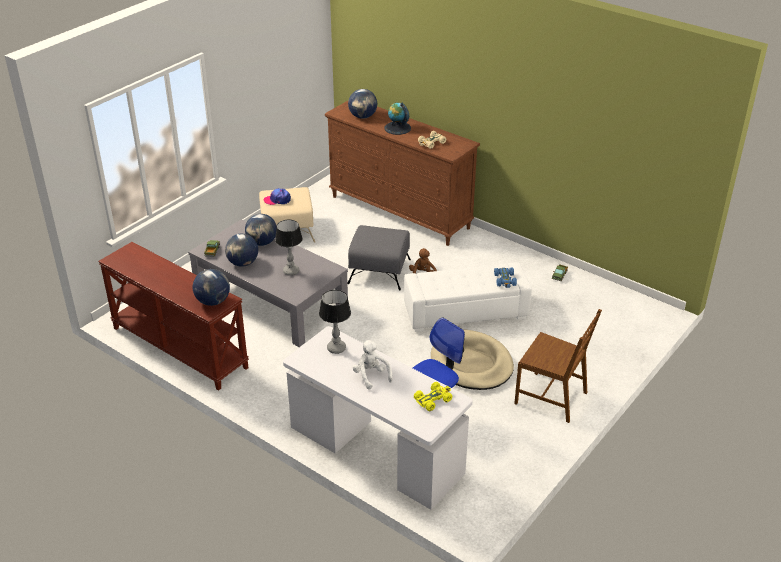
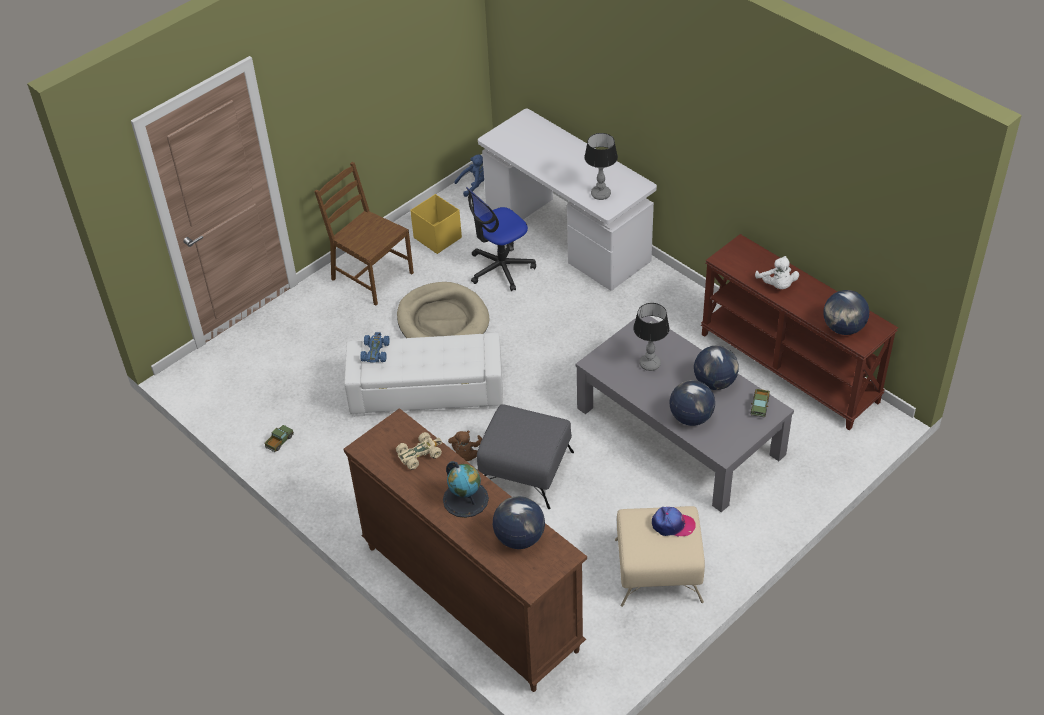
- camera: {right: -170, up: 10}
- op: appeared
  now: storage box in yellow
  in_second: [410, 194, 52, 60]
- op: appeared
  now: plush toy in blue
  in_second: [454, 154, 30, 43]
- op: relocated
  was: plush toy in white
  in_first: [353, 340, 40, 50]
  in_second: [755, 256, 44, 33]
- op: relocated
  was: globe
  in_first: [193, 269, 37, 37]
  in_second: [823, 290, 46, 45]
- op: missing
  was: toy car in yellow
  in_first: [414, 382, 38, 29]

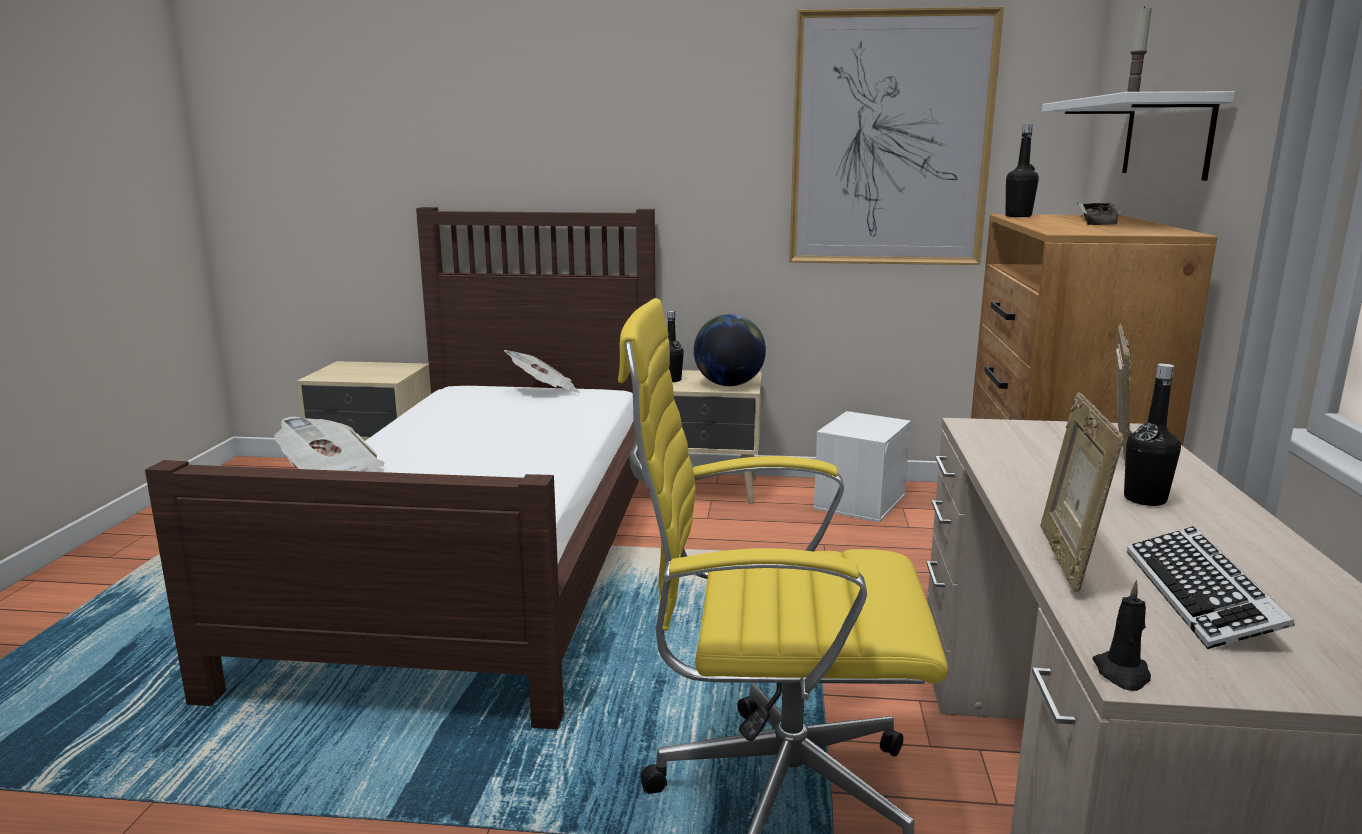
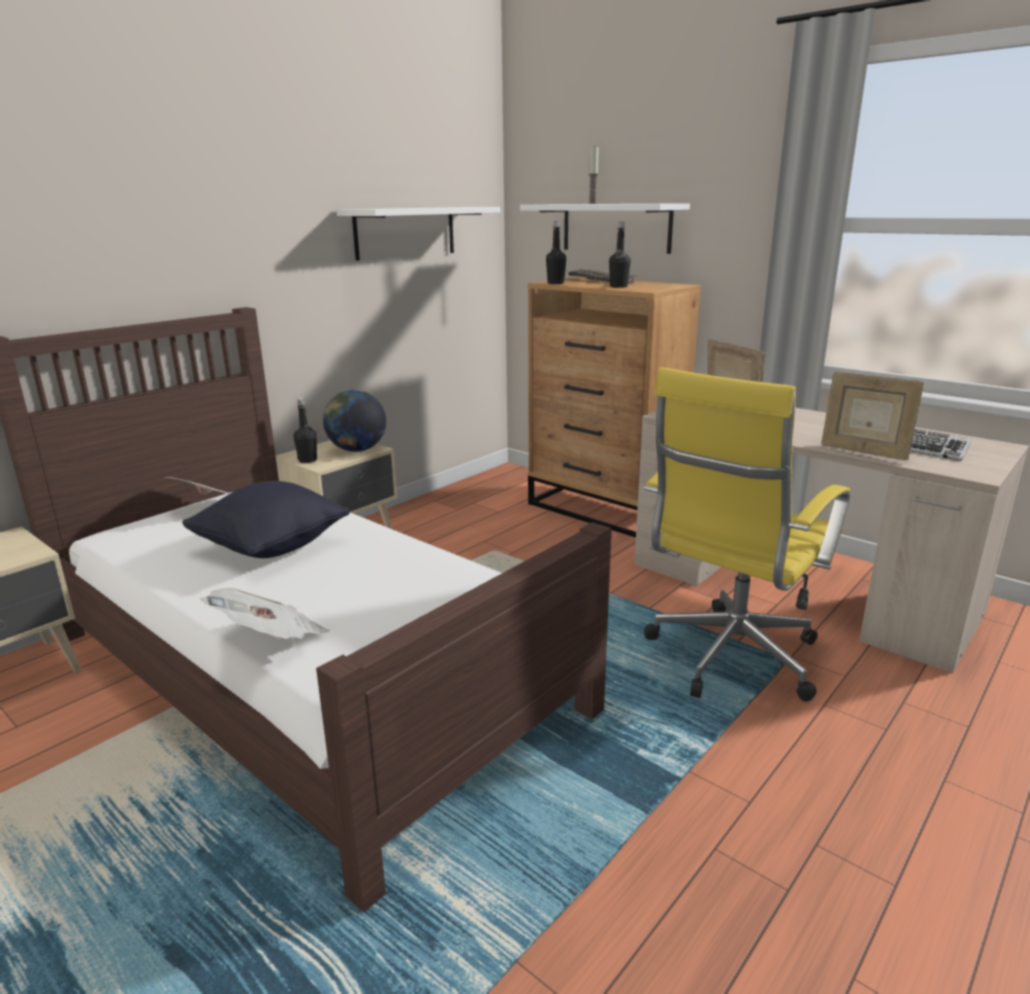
- camera: {right: -55, up: 5}
- op: appeared
  now: pillow in black
  in_second: [182, 481, 168, 77]
- op: exchanged
  was: picture
  now: shelf in white
  in_first: [789, 7, 215, 258]
  in_second: [336, 207, 164, 54]
- op: relocated
  was: bottle in black
  in_first: [1124, 364, 57, 142]
  in_second: [609, 222, 22, 66]
- op: missing
  was: storage box in white
  in_first: [813, 411, 98, 112]
- op: missing
  was: candle in black
  in_first: [1092, 580, 59, 111]

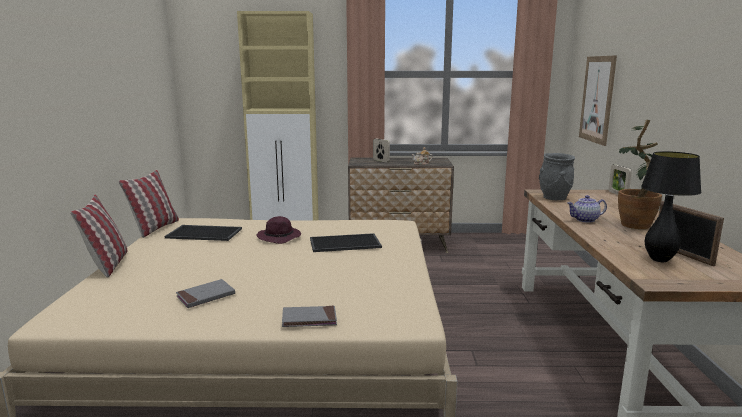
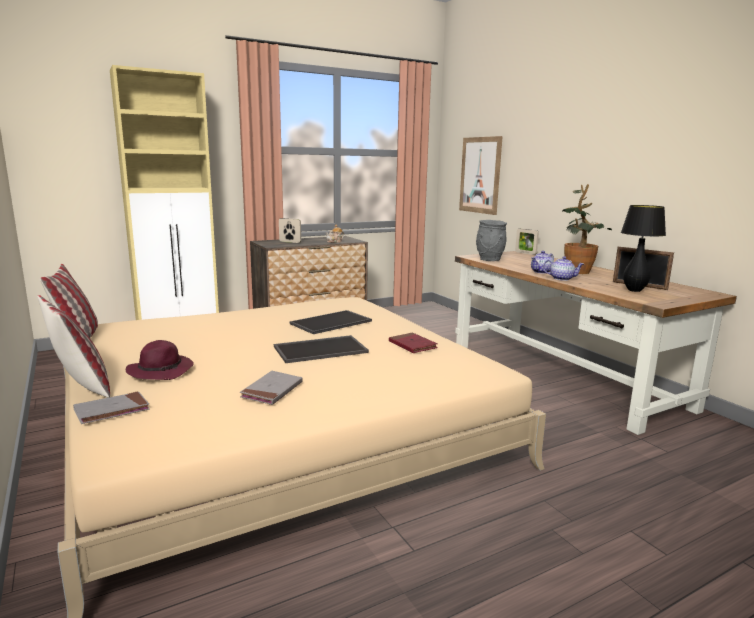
- camera: {right: -30, up: 0}
- op: relocated
  was: book in grey
  in_first: [282, 305, 55, 22]
  in_second: [73, 391, 77, 33]
- op: relocated
  was: hat in purple
  in_first: [257, 216, 44, 28]
  in_second: [126, 340, 68, 40]
- op: relocated
  was: tray
  in_first: [165, 225, 77, 16]
  in_second: [274, 335, 95, 28]
- op: appeared
  now: book in red
  in_second: [389, 333, 49, 20]
- op: appeared
  now: teapot
  in_second: [543, 256, 41, 25]

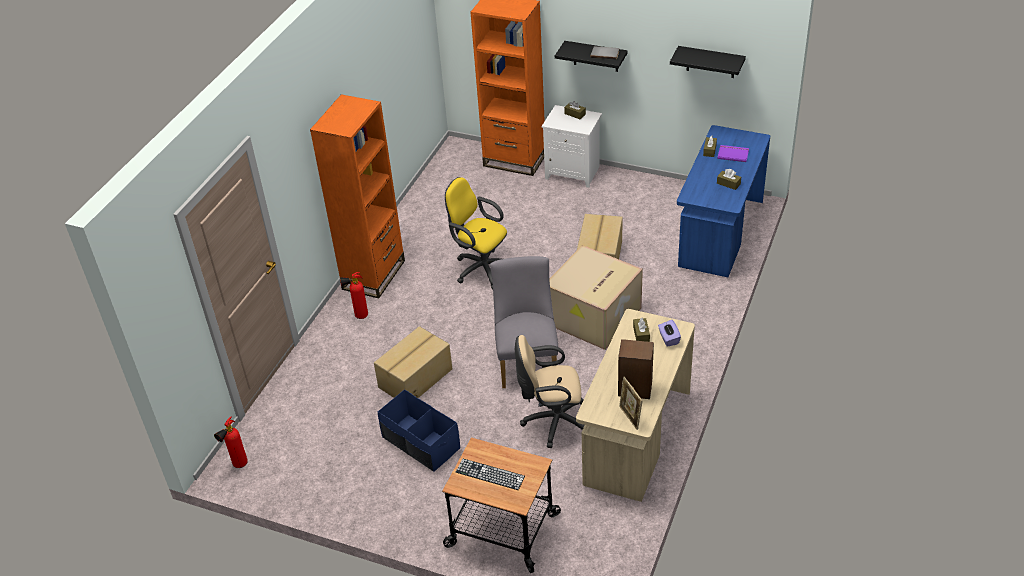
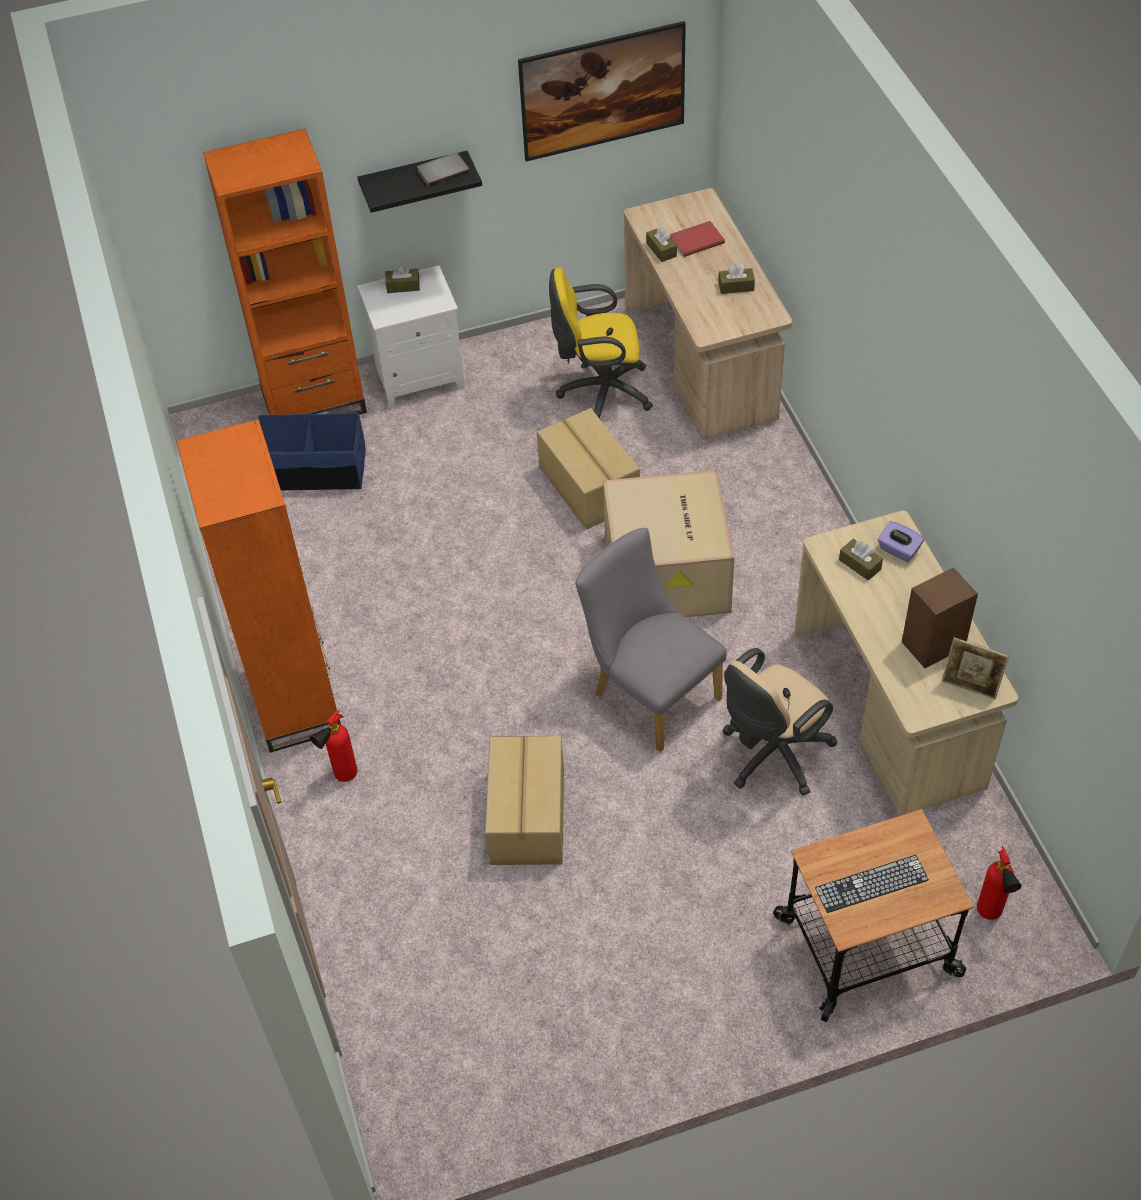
- camera: {right: -40, up: 10}
- op: relocated
  was: storage box in blue
  in_first: [378, 389, 82, 83]
  in_second: [258, 413, 108, 77]
- op: exchanged
  was: shelf in black
  now: picture
  in_first: [670, 46, 76, 32]
  in_second: [518, 21, 168, 141]
- op: relocated
  was: office chair in yellow
  in_first: [445, 177, 62, 113]
  in_second: [549, 268, 104, 152]
- op: colour
  was: desk in blue
  now: desk in beige
  in_first: [677, 125, 93, 152]
  in_second: [624, 188, 168, 252]
- op: colour
  was: book in purple
  now: book in red
  in_first: [717, 145, 32, 17]
  in_second: [670, 221, 55, 36]
- op: relocated
  was: fire extinguisher
  in_first: [214, 416, 34, 52]
  in_second: [977, 846, 45, 74]

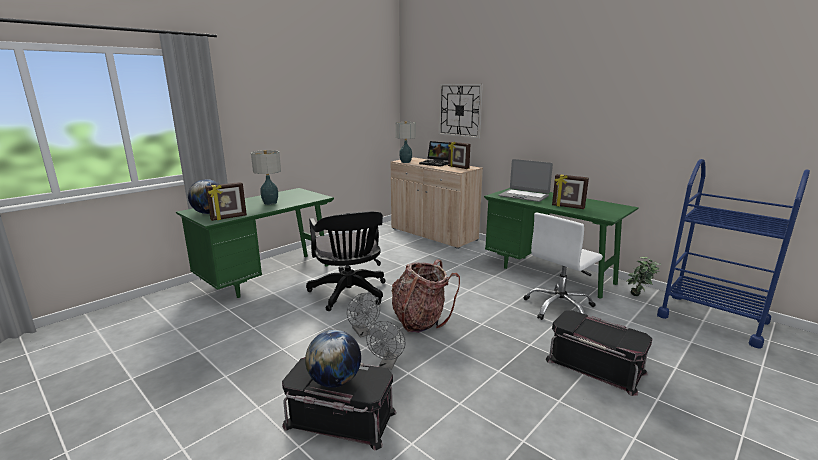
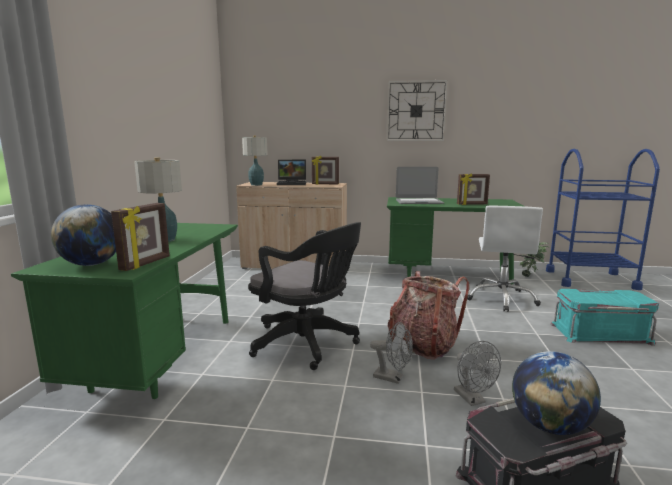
- camera: {right: -35, up: -5}
- op: relocated
  was: wall clock
  in_first: [439, 84, 44, 55]
  in_second: [386, 80, 62, 61]
- op: colour
  was: storage box in black
  now: storage box in turquoise
  in_first: [546, 310, 106, 86]
  in_second: [550, 289, 109, 57]

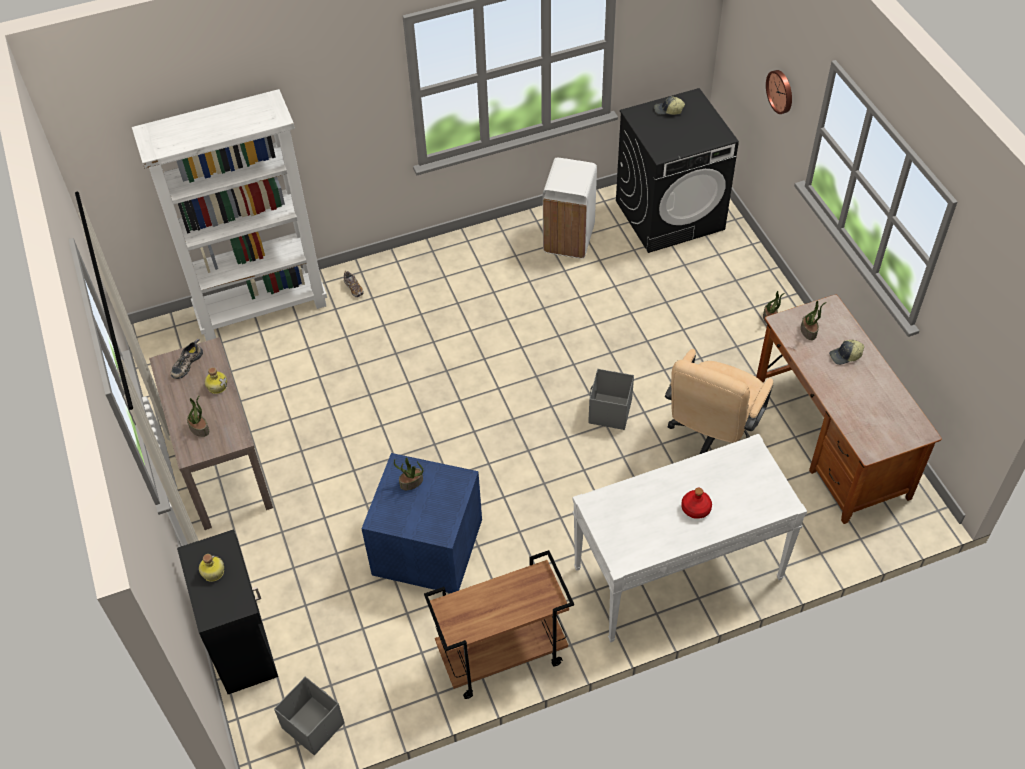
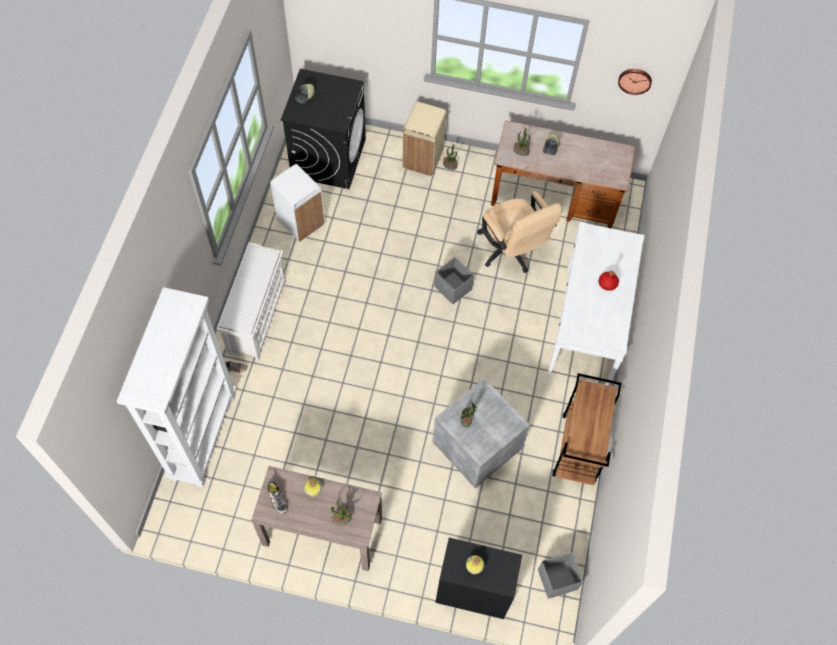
- camera: {right: -60, up: 10}
- op: appeared
  now: shoe rack in white
  in_second: [217, 242, 69, 119]
- op: appeared
  now: trash can in beige
  in_second: [402, 102, 44, 74]
- op: colour
  was: storage box in blue
  now: storage box in grey
  in_first: [361, 453, 121, 140]
  in_second: [432, 378, 98, 110]
- op: relocated
  was: wall clock
  in_first: [766, 70, 26, 44]
  in_second: [618, 69, 34, 26]

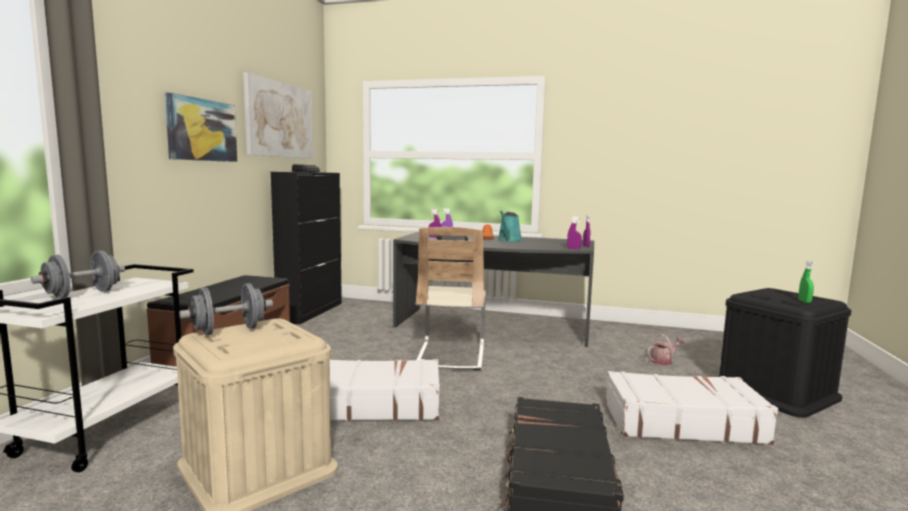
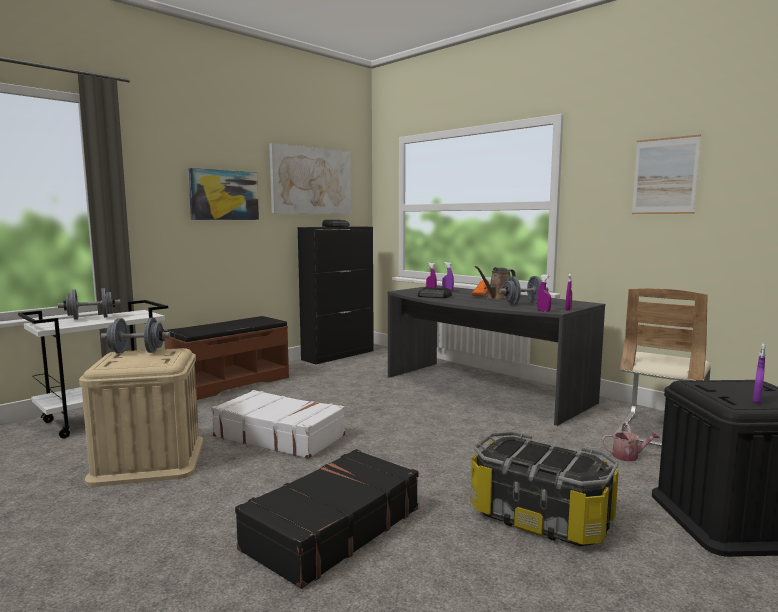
- camera: {right: 30, up: 0}
- op: exchanged
  was: suitcase in white
  now: storage box
  in_first: [606, 371, 172, 74]
  in_second: [471, 431, 148, 115]
- op: colour
  was: watering can in turquoise
  now: watering can in brown
  in_first: [498, 211, 24, 31]
  in_second: [475, 266, 41, 34]
- op: appeared
  now: dumbbell in grey
  in_second: [499, 276, 49, 29]
- op: relocated
  was: chair in beige
  in_first: [416, 227, 70, 144]
  in_second: [616, 288, 95, 159]
- op: appeared
  now: picture
  in_second: [632, 134, 69, 80]
- op: colour
  was: spray bottle in green
  now: spray bottle in purple
  in_first: [798, 260, 17, 43]
  in_second: [753, 344, 13, 59]

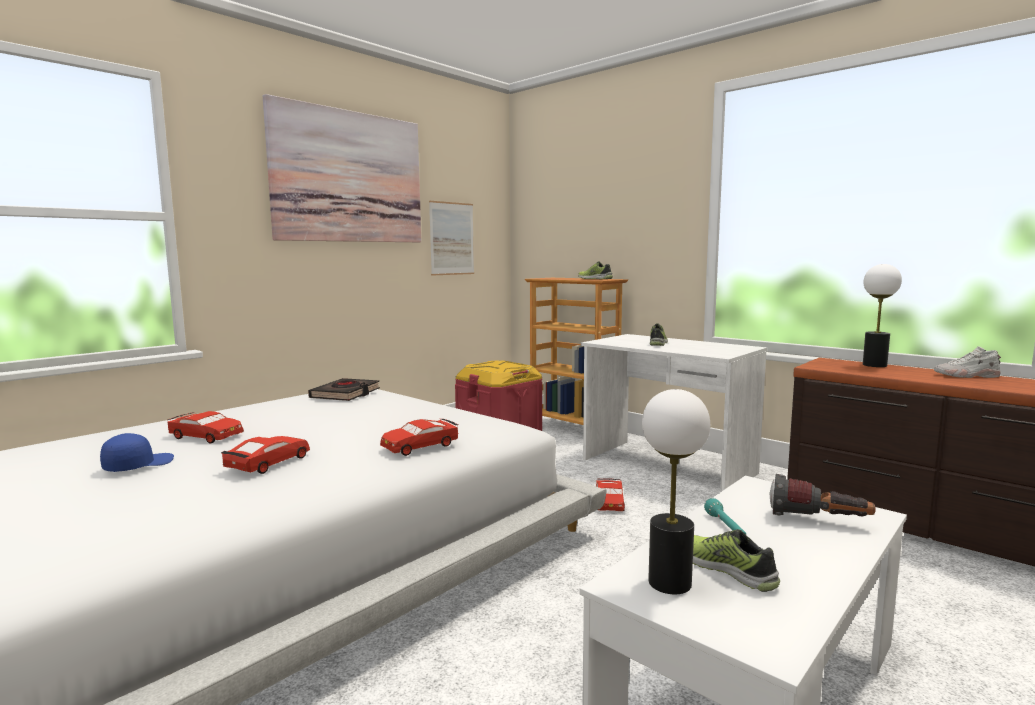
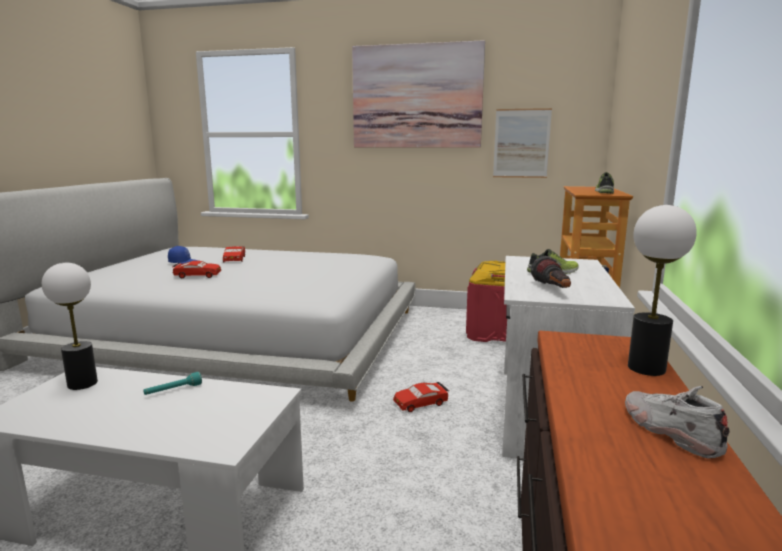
- camera: {right: 60, up: 5}
- op: relocated
  was: flashlight
  in_first: [770, 474, 106, 43]
  in_second: [531, 256, 40, 32]
- op: missing
  was: book in black
  in_first: [308, 378, 72, 23]
- op: missing
  was: toy car in red
  in_first: [380, 419, 79, 37]
- op: missing
  was: shoe
  in_first: [693, 529, 87, 63]

